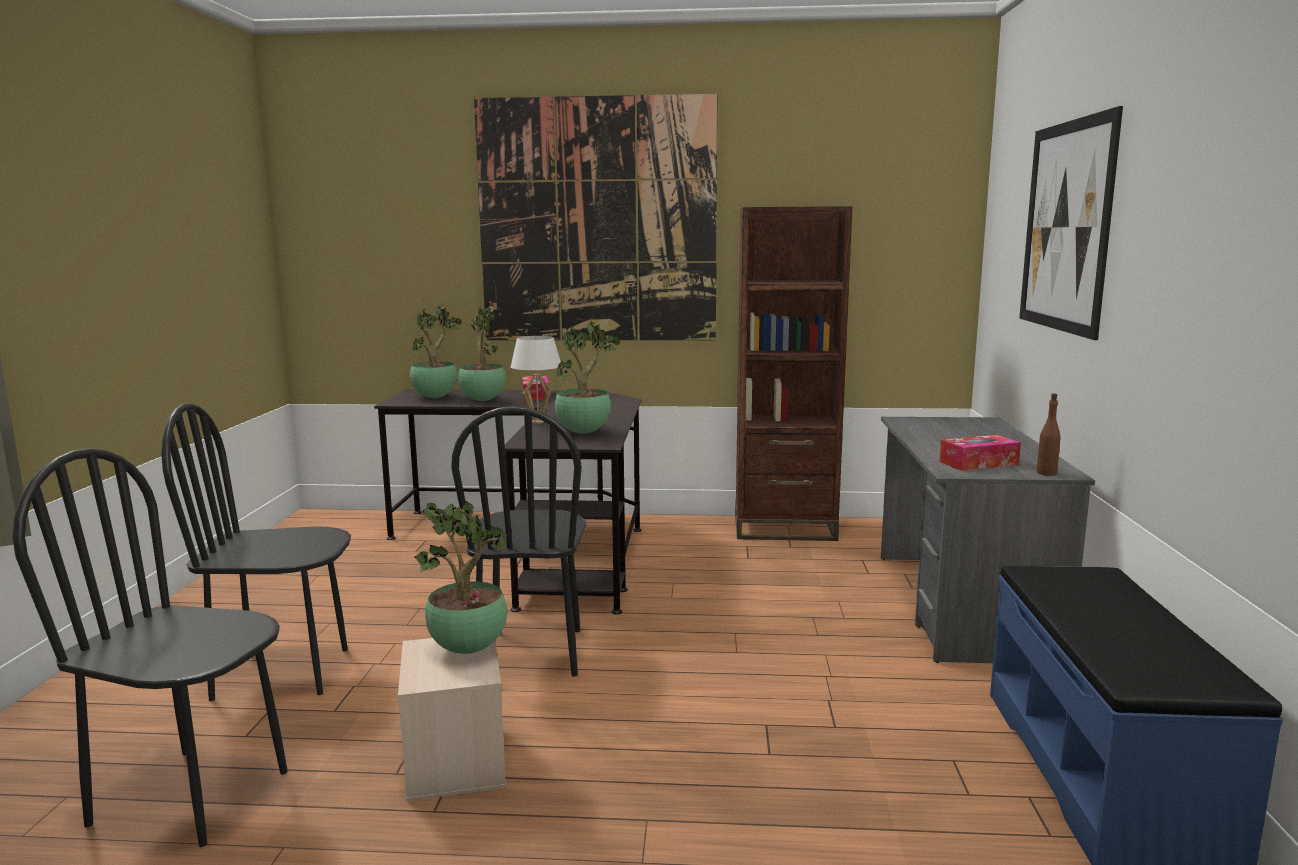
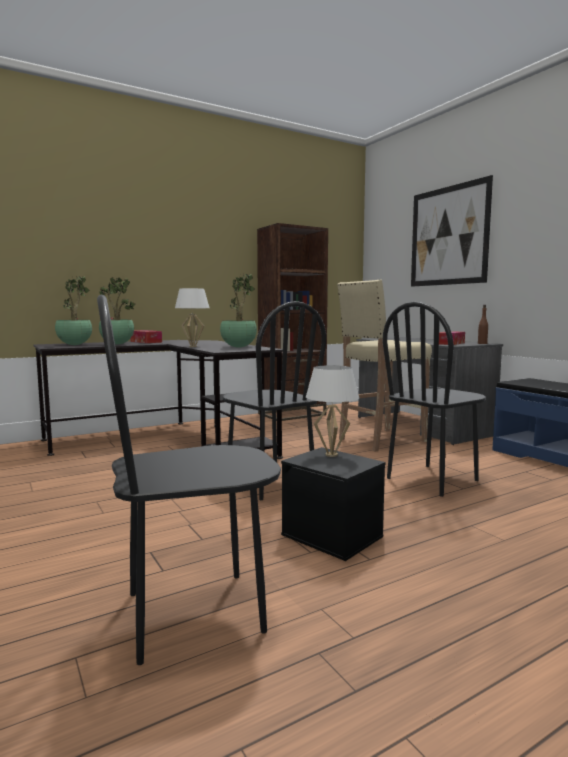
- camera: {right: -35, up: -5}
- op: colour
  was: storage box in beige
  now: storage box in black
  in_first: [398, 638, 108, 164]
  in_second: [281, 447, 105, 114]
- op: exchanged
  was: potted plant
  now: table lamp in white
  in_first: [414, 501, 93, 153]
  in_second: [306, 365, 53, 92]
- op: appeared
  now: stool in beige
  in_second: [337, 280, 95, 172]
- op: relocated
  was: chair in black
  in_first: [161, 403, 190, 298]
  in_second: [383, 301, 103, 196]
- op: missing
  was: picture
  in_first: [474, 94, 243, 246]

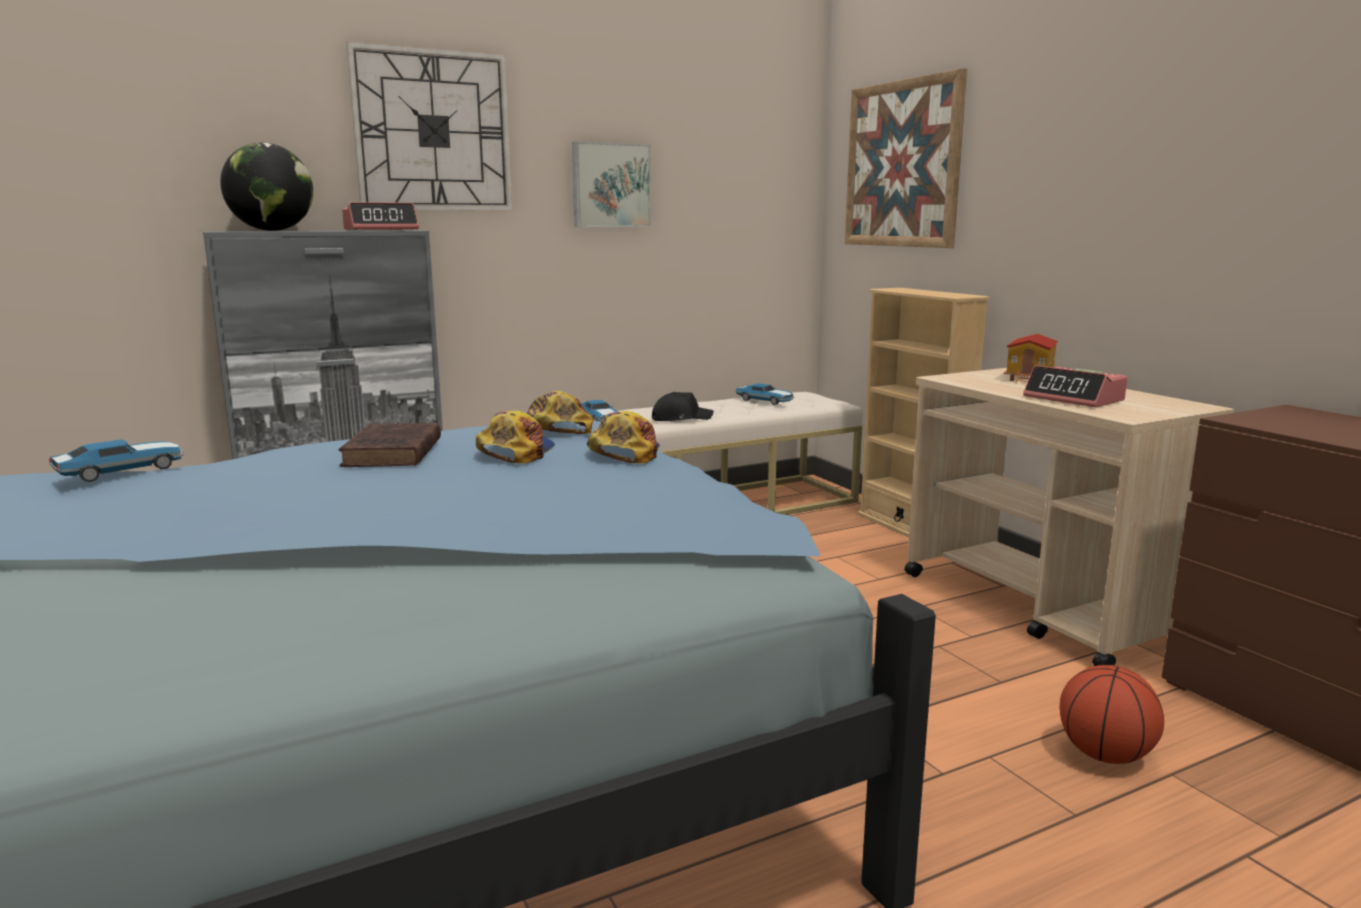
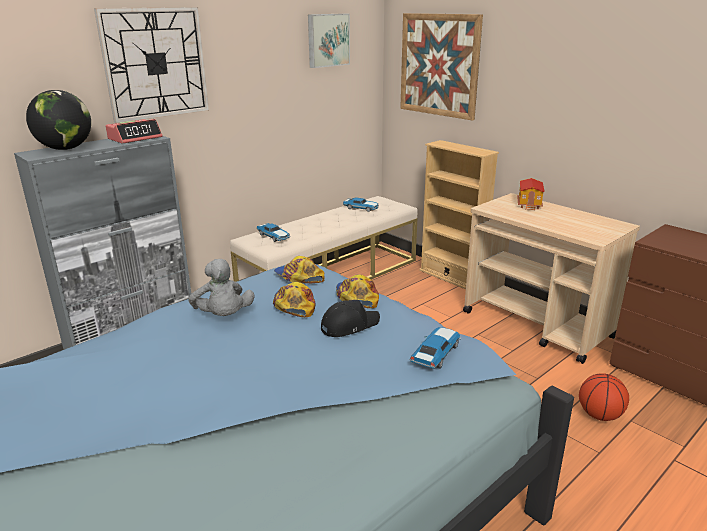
- camera: {right: -15, up: 10}
- op: exchanged
  was: book in brown
  now: plush toy in grey
  in_first: [338, 423, 103, 44]
  in_second: [188, 259, 67, 57]
- op: relocated
  was: picture
  in_first: [572, 142, 80, 85]
  in_second: [308, 14, 42, 54]
- op: relocated
  was: cap in black
  in_first: [652, 392, 62, 29]
  in_second: [321, 300, 59, 37]
- op: relocated
  was: toy car
  in_first: [49, 440, 135, 42]
  in_second: [409, 327, 52, 42]
- op: missing
  was: alarm clock
  in_first: [1023, 365, 104, 42]

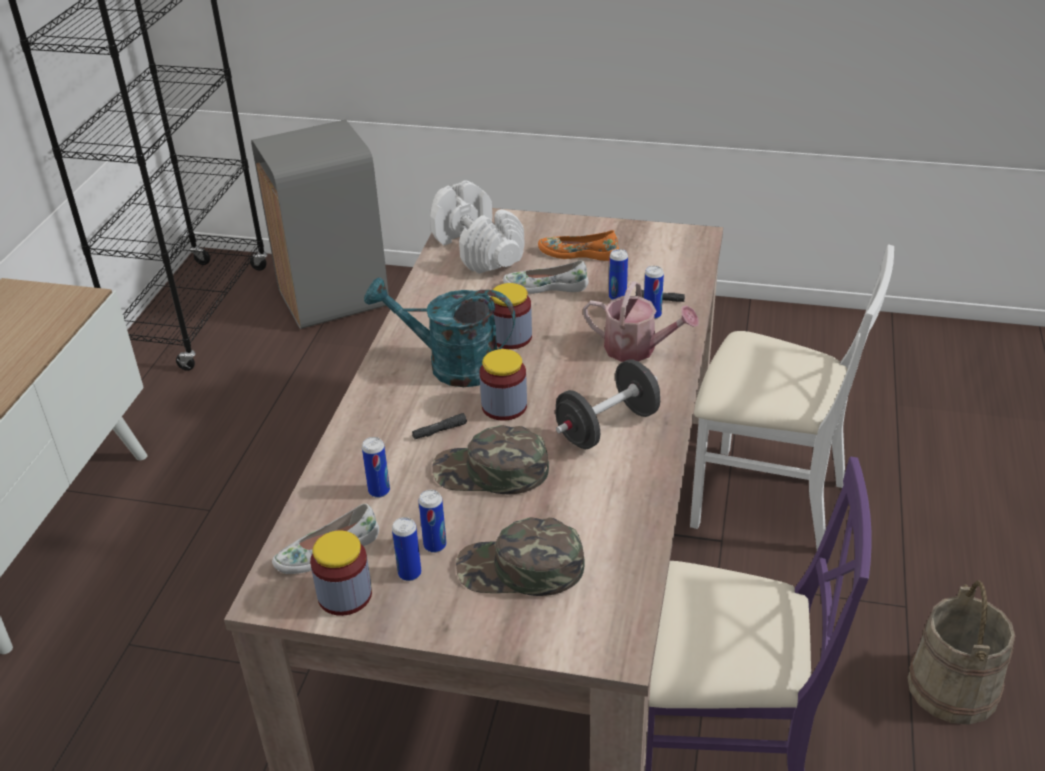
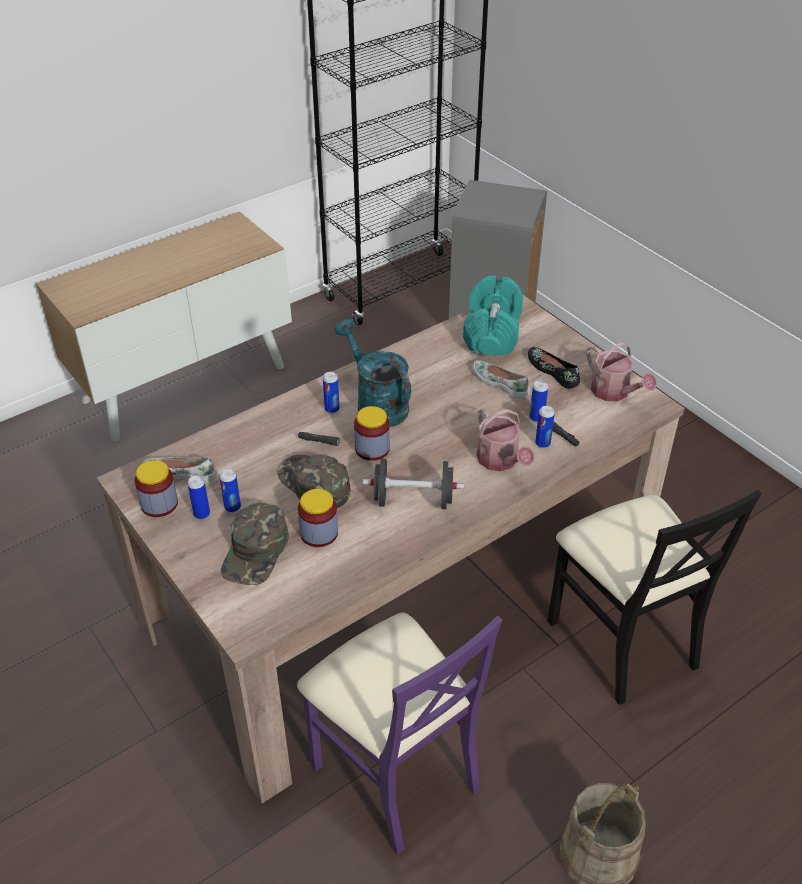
- camera: {right: 40, up: 5}
- op: spun
  was: cap in green
  in_first: [456, 517, 129, 79]
  in_second: [221, 502, 67, 83]
  clockwise: -120
- op: relocated
  was: jar
  in_first: [491, 283, 41, 66]
  in_second: [298, 489, 40, 58]
- op: relocated
  was: can
  in_first: [362, 437, 28, 61]
  in_second: [323, 372, 16, 41]
- op: colour
  was: dumbbell in white
  now: dumbbell in turquoise
  in_first: [430, 180, 95, 94]
  in_second: [463, 276, 60, 80]
- op: colour
  was: shoe in orange
  now: shoe in black
  in_first: [538, 230, 81, 31]
  in_second: [528, 347, 52, 42]
- op: colour
  was: chair in white
  now: chair in black
  in_first: [690, 244, 204, 306]
  in_second: [548, 490, 213, 215]
- op: appeared
  now: watering can
  in_second: [586, 342, 71, 59]

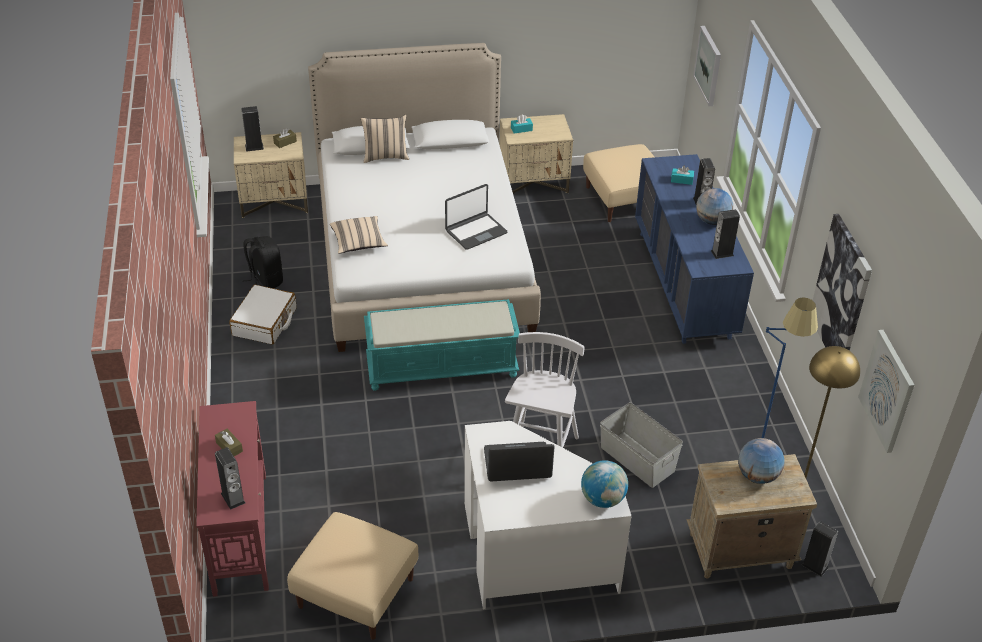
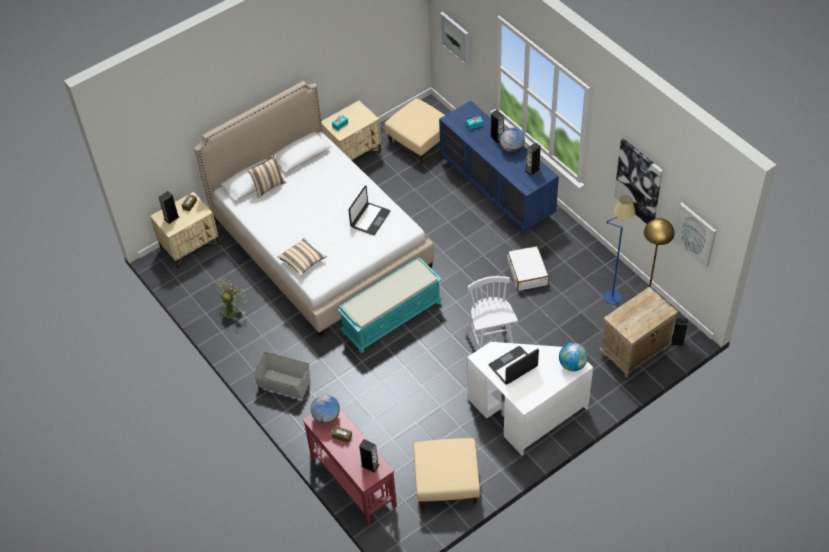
- camera: {right: -25, up: 10}
- op: exchanged
  was: backpack in black
  now: fan in green
  in_first: [243, 236, 40, 55]
  in_second: [215, 278, 33, 41]
- op: relocated
  was: storage box in grey
  in_first: [600, 402, 83, 86]
  in_second: [253, 352, 57, 47]
- op: relocated
  was: globe
  in_first: [738, 438, 47, 46]
  in_second: [311, 394, 29, 30]
- op: relocated
  was: suitcase in white
  in_first: [229, 285, 67, 59]
  in_second: [507, 246, 42, 45]

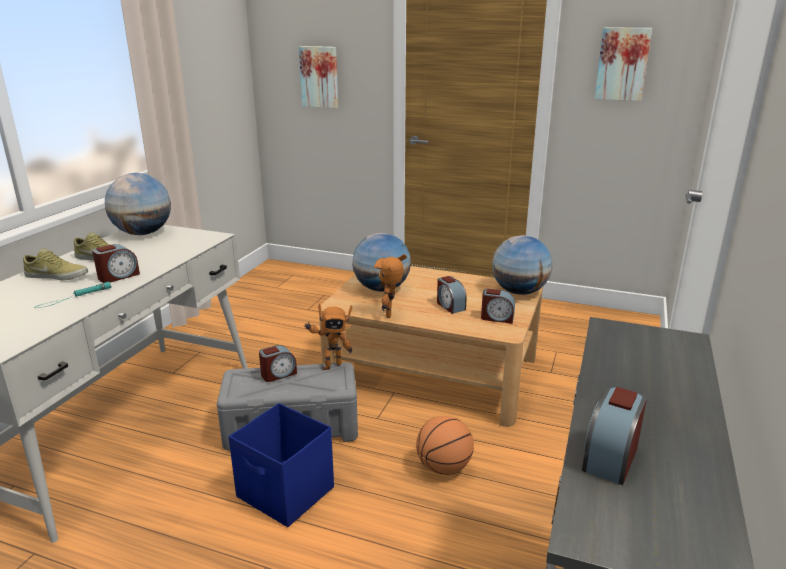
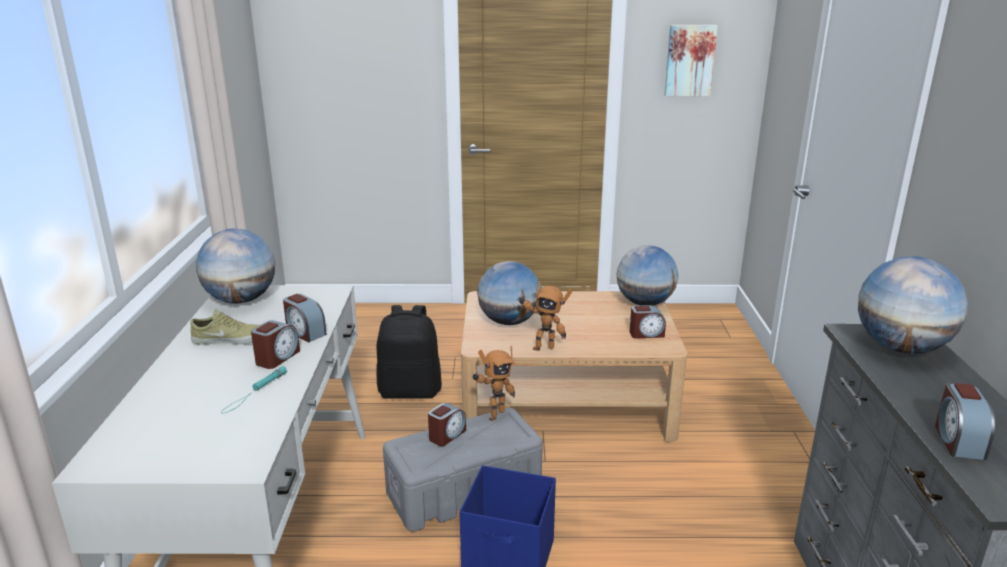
- camera: {right: -20, up: 0}
- op: relocated
  was: alarm clock
  in_first: [437, 276, 30, 38]
  in_second: [283, 294, 44, 48]
- op: appeared
  now: backpack in black
  in_second: [376, 305, 66, 94]
- op: spun
  was: toy robot
  in_first: [374, 254, 33, 64]
  in_second: [517, 281, 56, 70]
  clockwise: -75
- op: appeared
  now: globe
  in_second: [858, 256, 110, 98]
- op: missing
  was: shoe in beige
  in_first: [23, 248, 65, 33]
- op: missing
  was: picture
  in_first: [299, 46, 39, 62]
- op: missing
  was: basketball
  in_first: [416, 416, 58, 59]

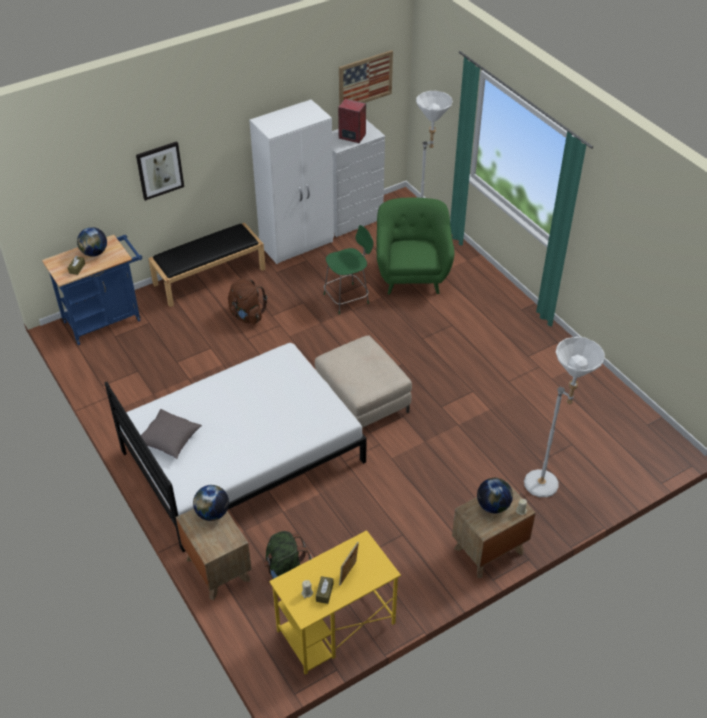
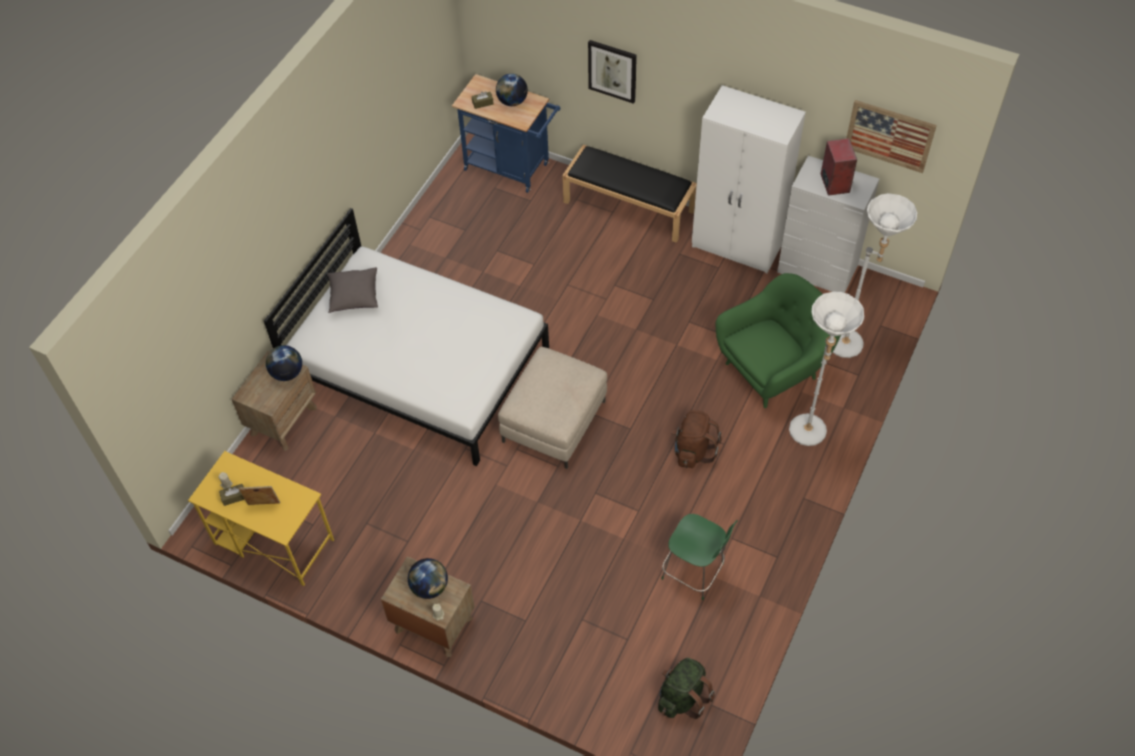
- camera: {right: 60, up: 10}
- op: relocated
  was: backpack in green
  in_first: [263, 531, 49, 48]
  in_second: [658, 658, 57, 61]
- op: relocated
  was: chair in green
  in_first: [324, 225, 50, 90]
  in_second: [661, 514, 77, 86]
- op: relocated
  was: backpack in brown
  in_first: [228, 278, 39, 46]
  in_second: [672, 410, 50, 58]
- op: relocated
  was: floor lamp in white
  in_first: [524, 337, 81, 160]
  in_second: [789, 292, 75, 154]

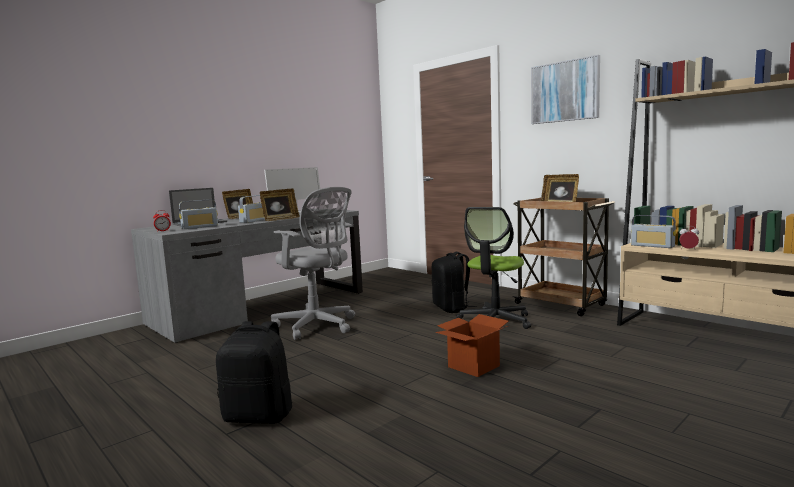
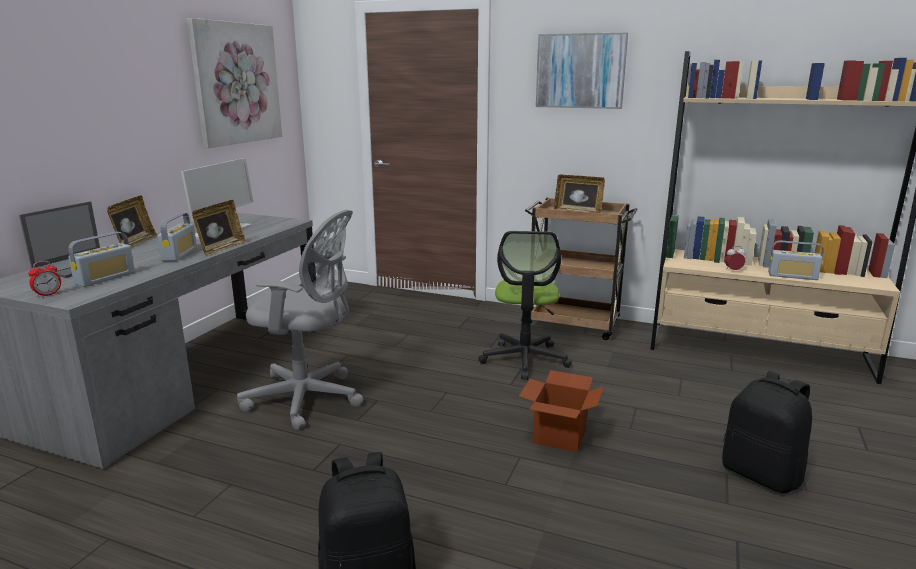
- camera: {right: -25, up: 10}
- op: appeared
  now: picture
  in_second: [187, 18, 95, 130]
- op: relocated
  was: backpack in black
  in_first: [431, 252, 46, 61]
  in_second: [722, 371, 90, 122]
- op: relocated
  was: radio
  in_first: [631, 215, 45, 33]
  in_second: [768, 241, 56, 39]

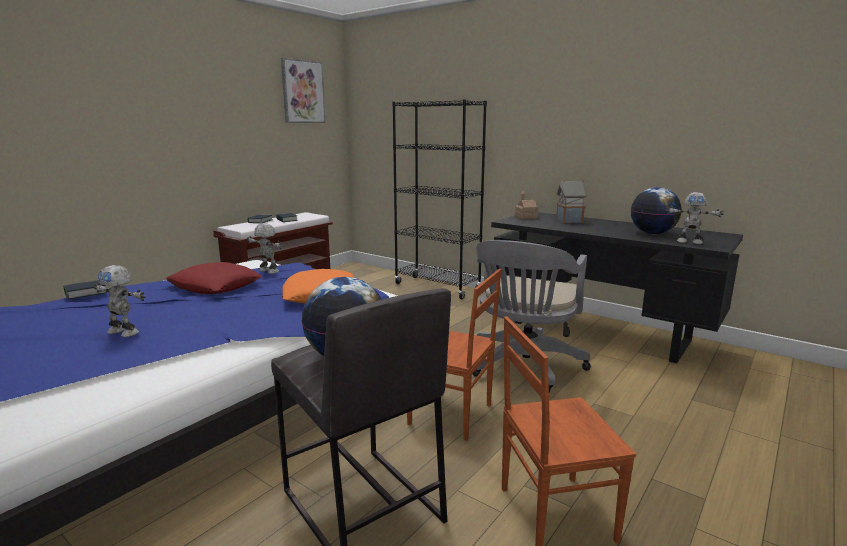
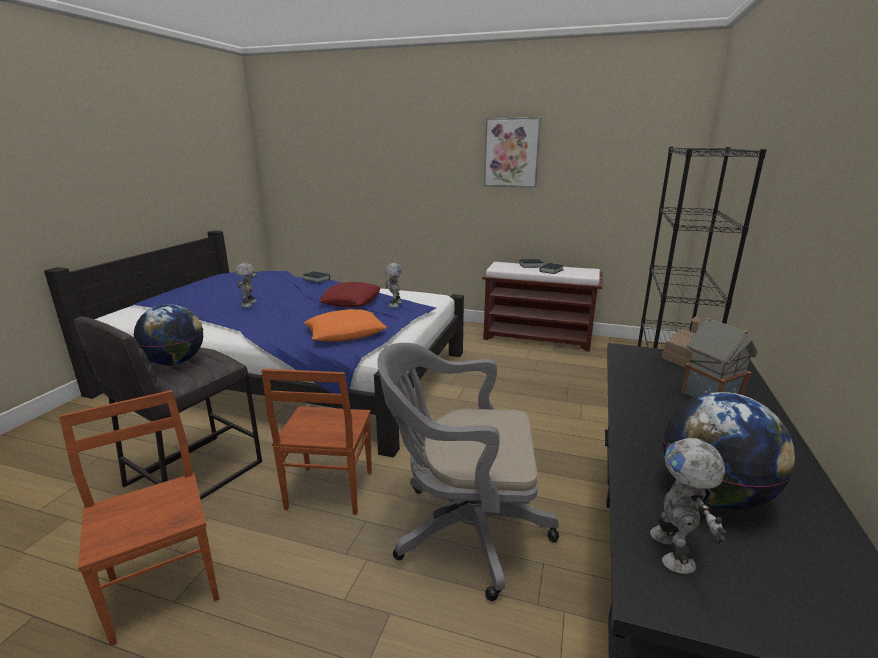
- camera: {right: 70, up: 5}
- op: relocated
  was: picture
  in_first: [281, 58, 45, 65]
  in_second: [484, 118, 57, 70]

